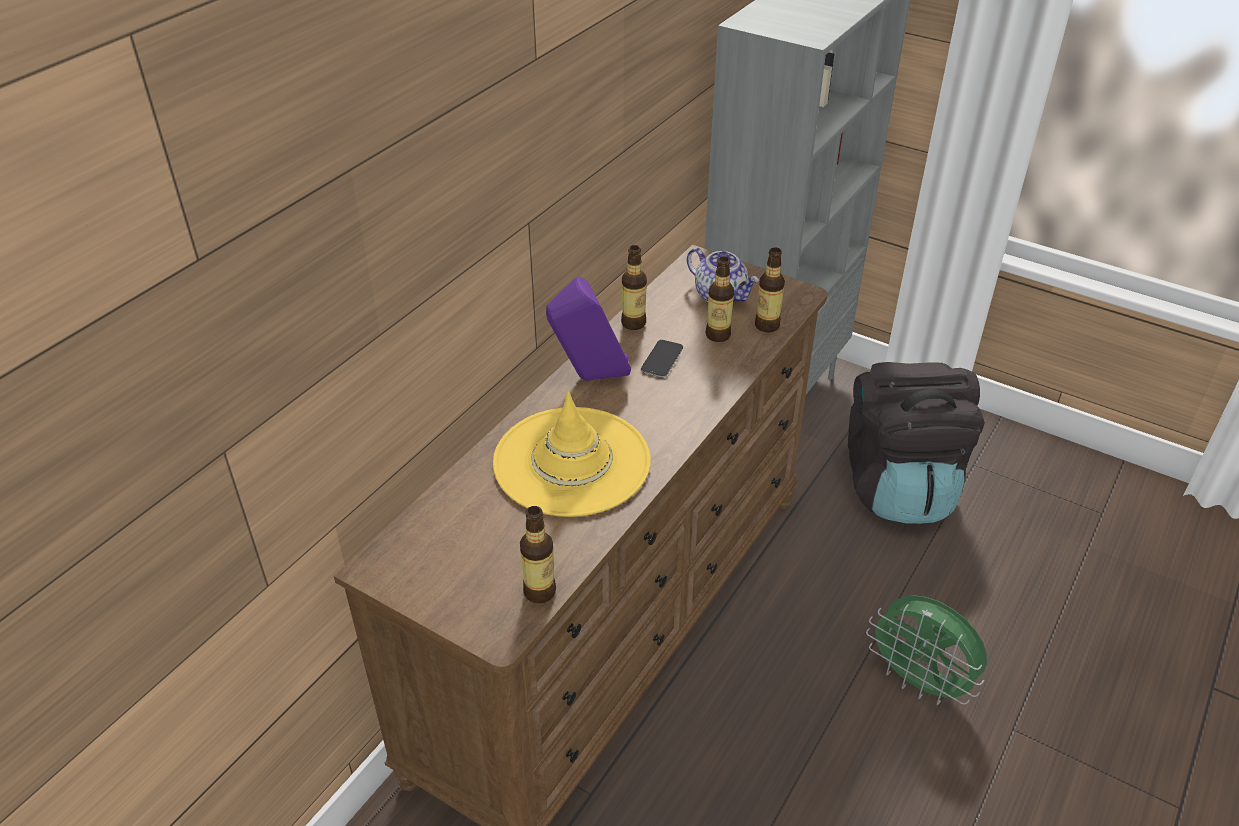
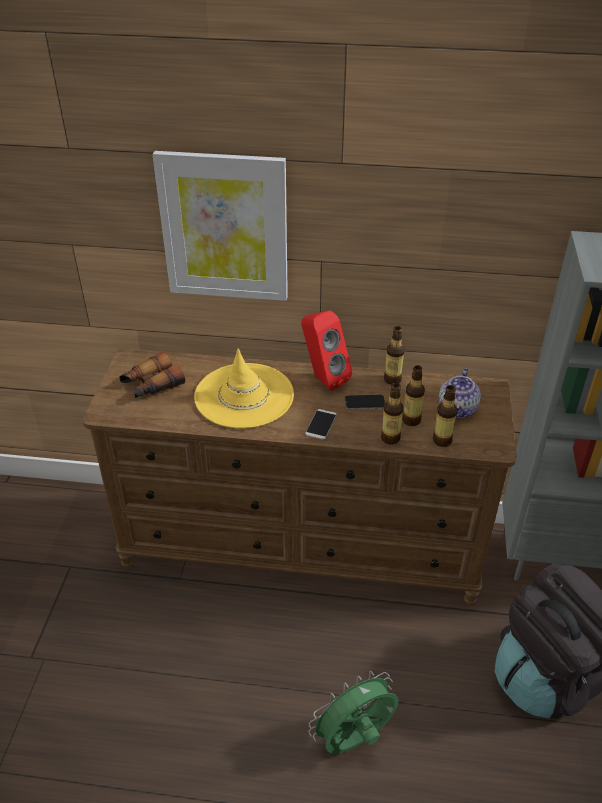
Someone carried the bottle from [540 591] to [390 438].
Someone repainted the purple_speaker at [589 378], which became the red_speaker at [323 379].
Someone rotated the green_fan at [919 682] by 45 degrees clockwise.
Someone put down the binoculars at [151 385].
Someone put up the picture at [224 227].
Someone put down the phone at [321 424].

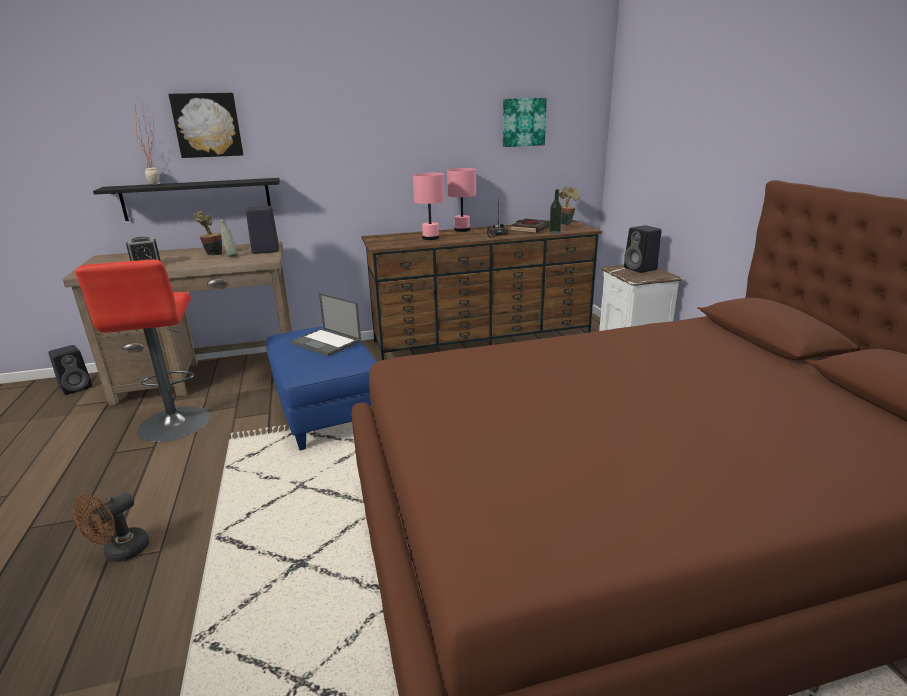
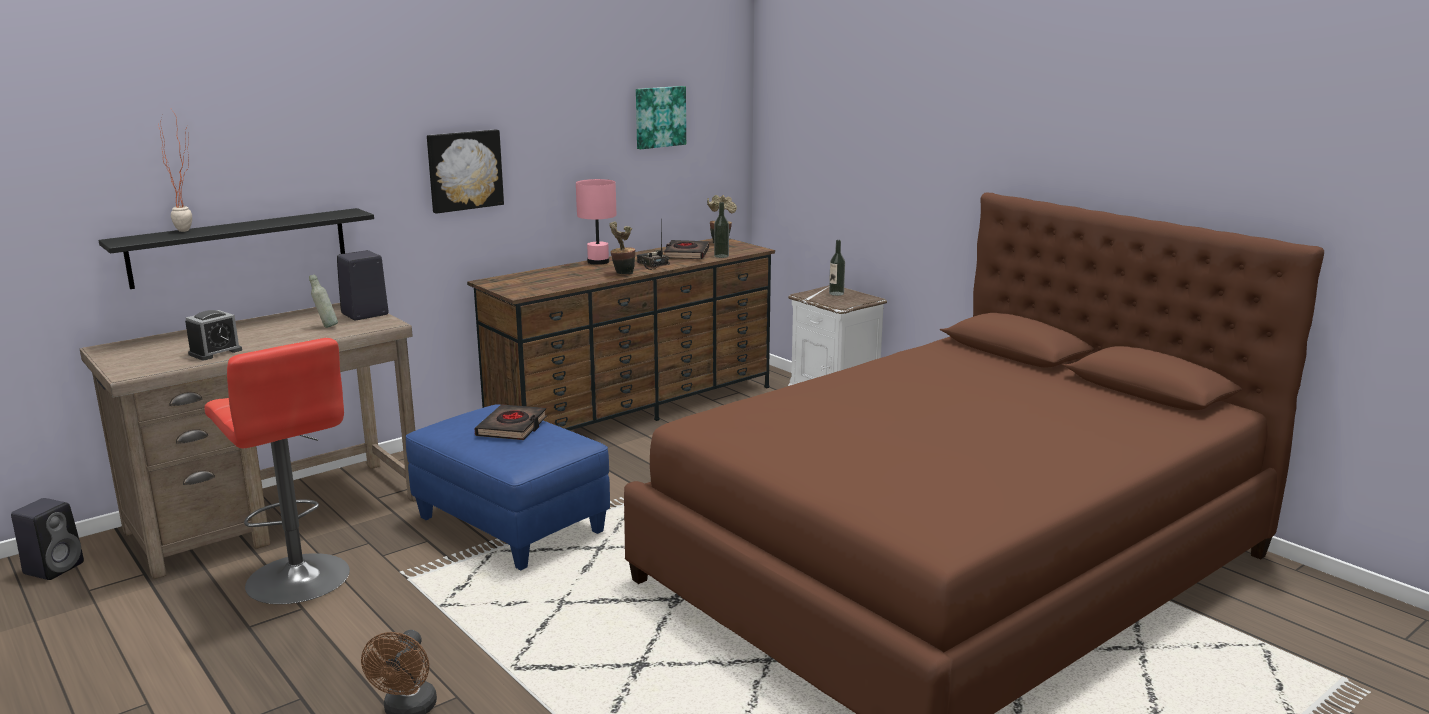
Someone carried the picture from [207 125] to [464 170].
Someone carried the potted_plant from [213 254] to [622 273].
Someone swapped the laptop at [327 342] for the black_book at [512 427].
Someone took away the pink_table_lamp at [430 238].
Someone swapped the black_speaker at [641 269] for the bottle at [836 293].

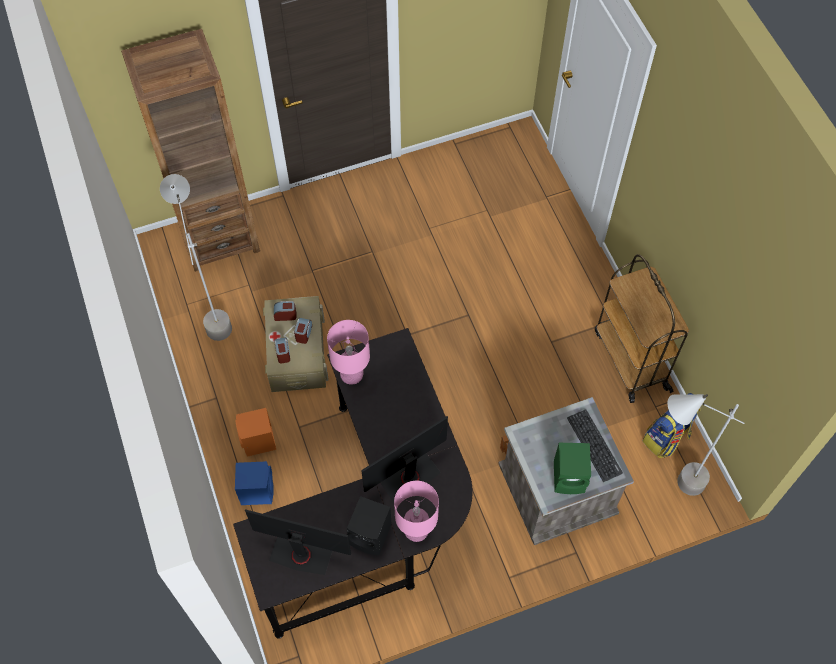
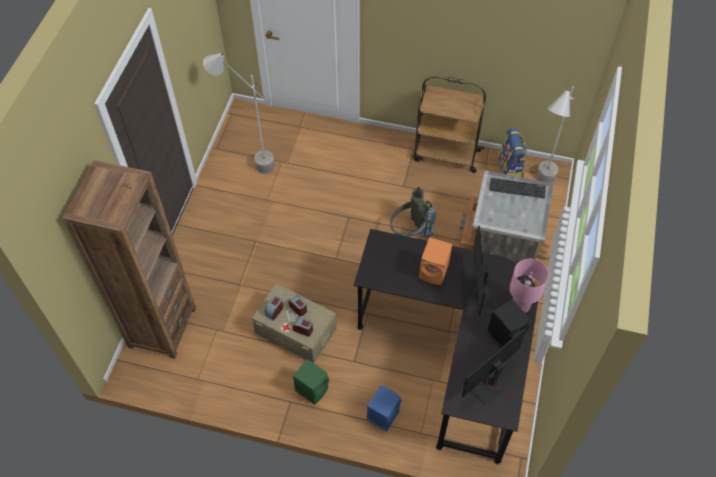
Someone carried the grey_floor_lamp from [213 311] to [249 162].
Someone carried the orange_speaker from [259 442] to [434 272].
Someone took away the pink_table_lamp at [352 375].
Someone carried the green_speaker from [570 477] to [312 388].
Someone put down the grey_backpack at [410 232].

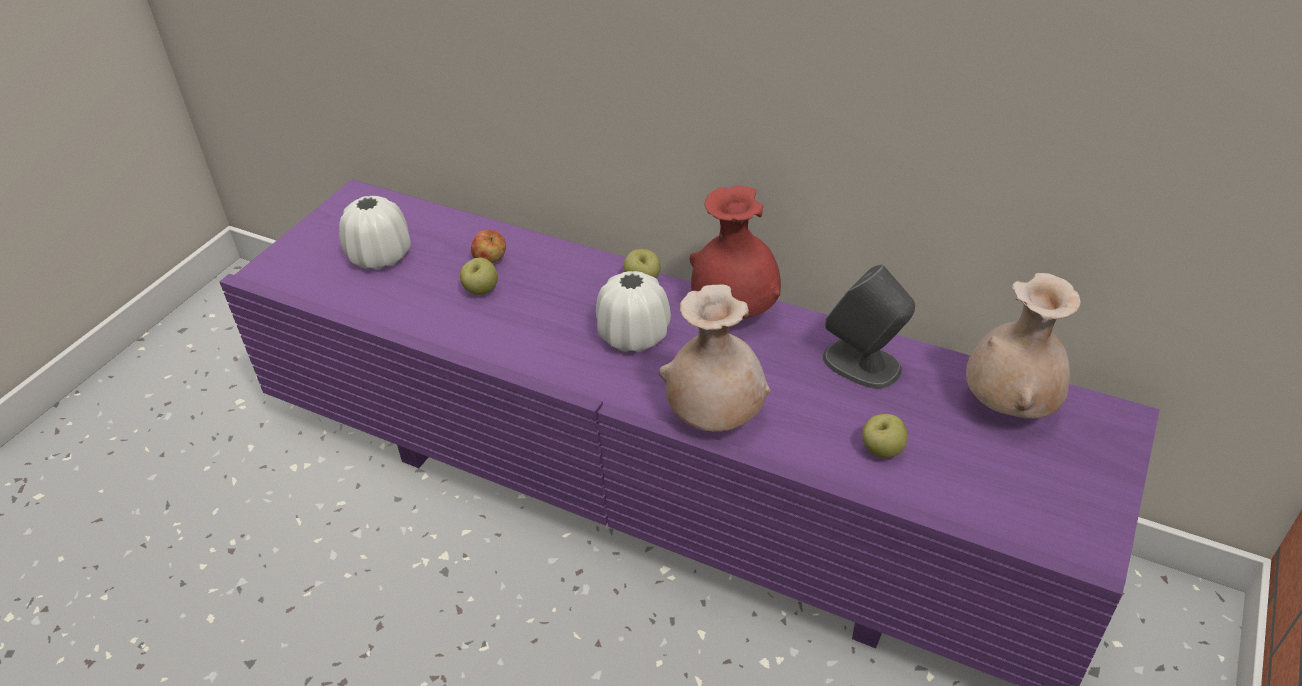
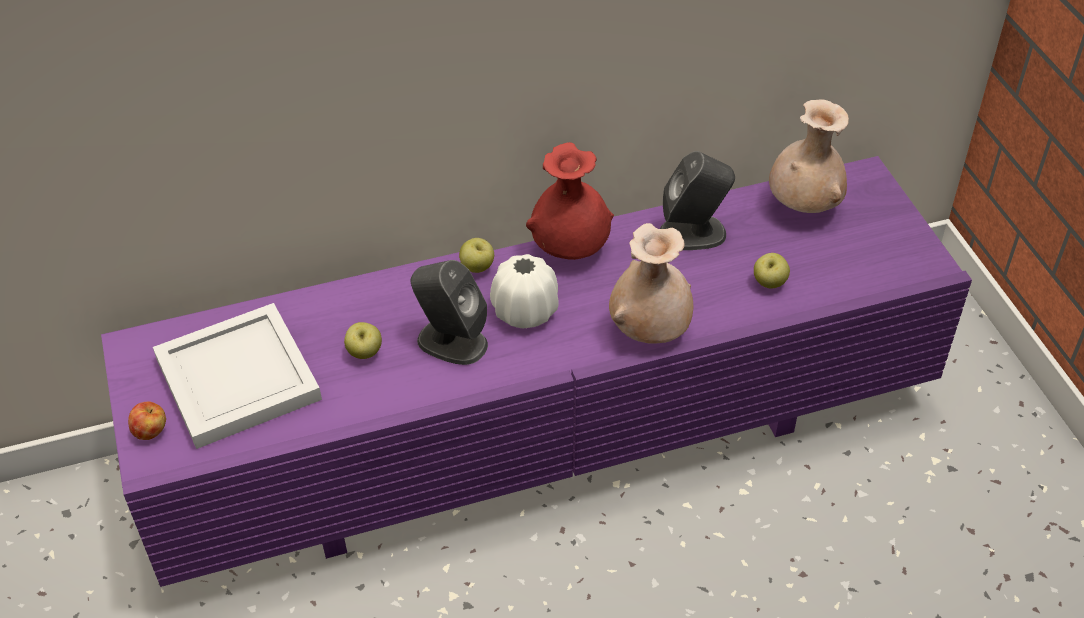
Someone swapped the white_vase at [380 256] for the white_tray at [236 381].
Someone carried the apple from [490 260] to [151 432].
Someone put down the grey_speaker at [451 342].

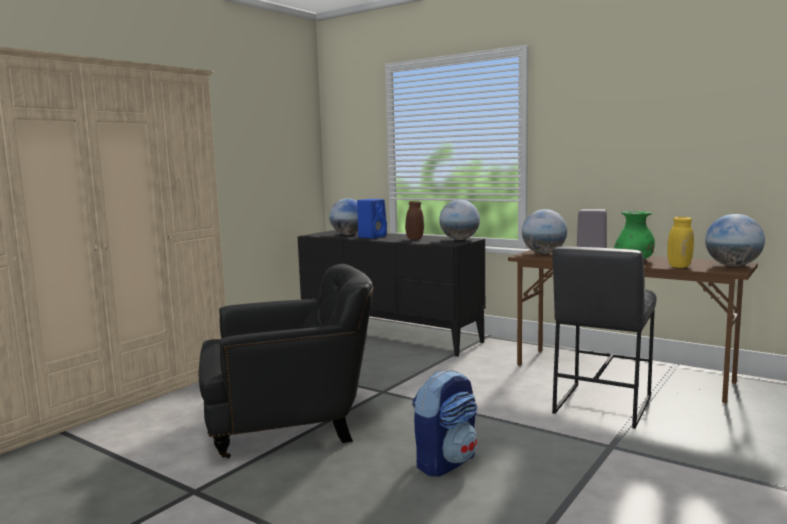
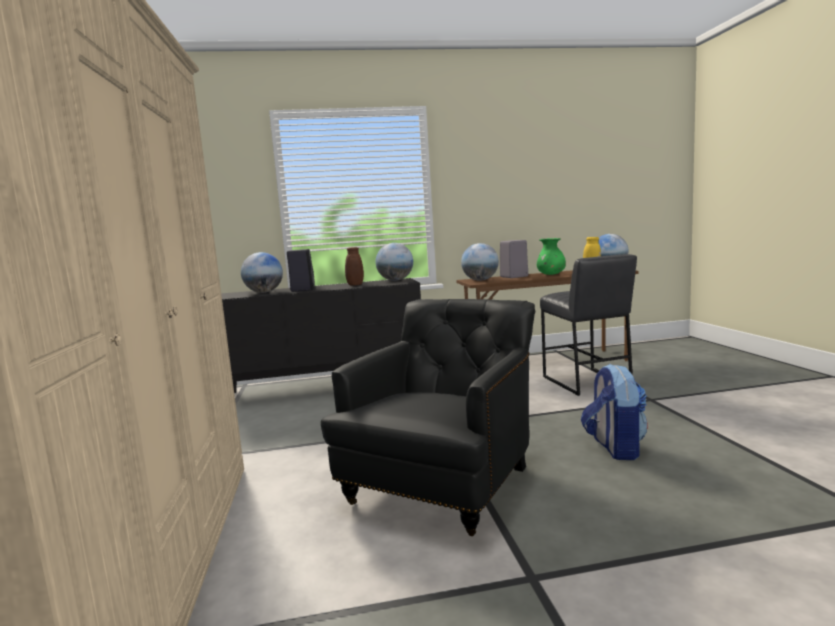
Someone repainted the blue_speaker at [372 236], which became the black_speaker at [302 289].

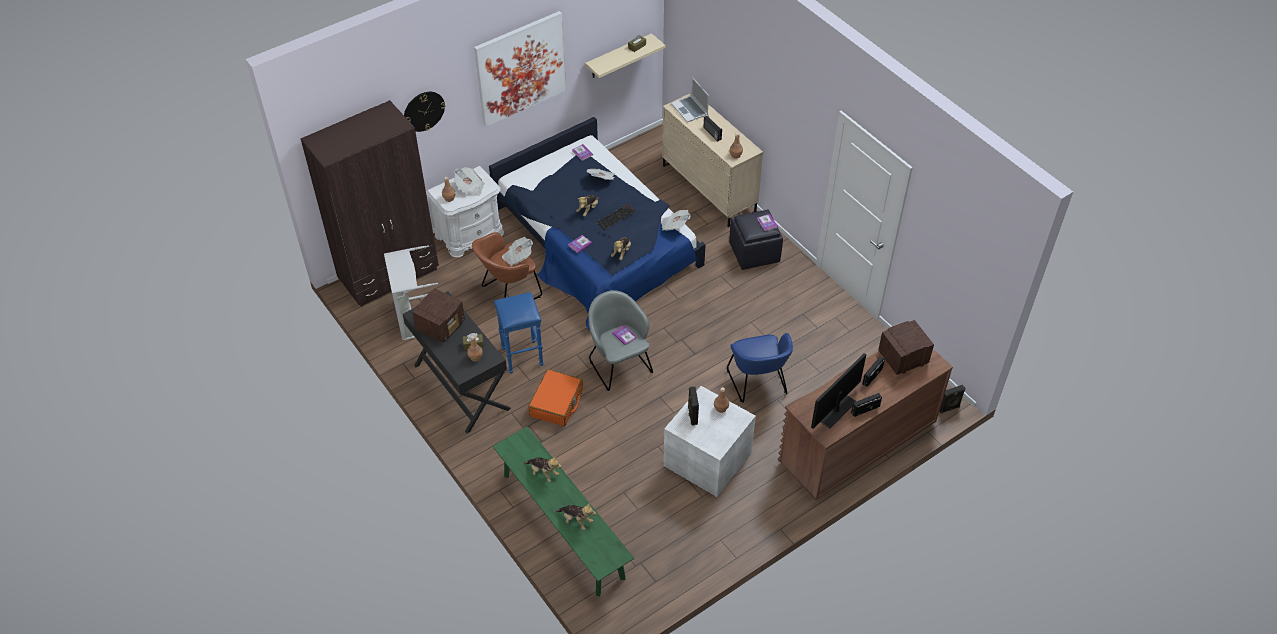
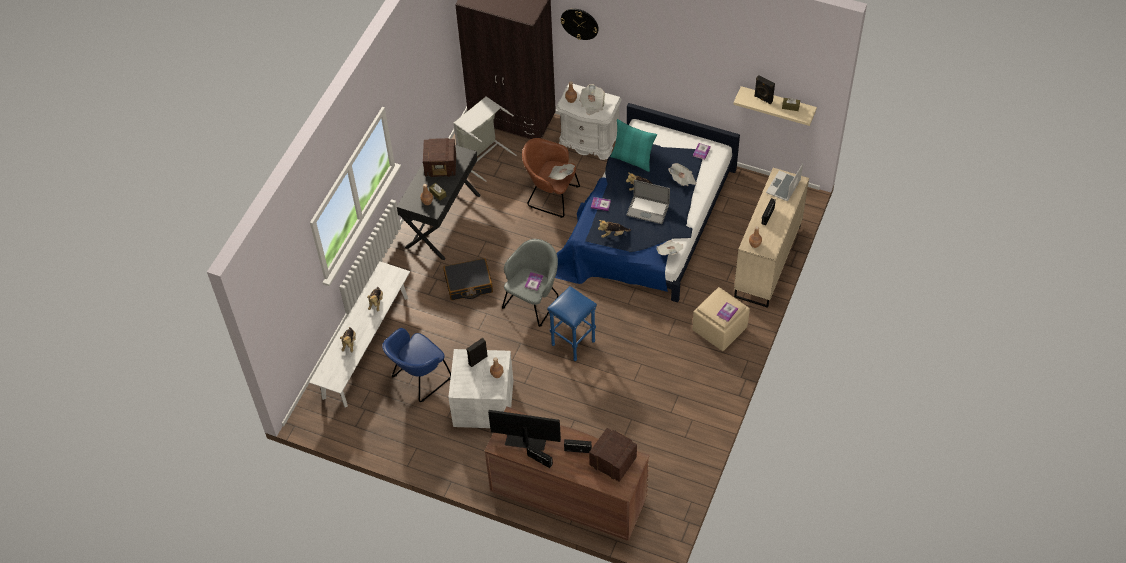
Someone took away the picture at [520 68].
Someone repainted the green_bench at [563 525], which became the white_bench at [365 347].
Someone carried the blue_stool from [523 357] to [573 343].
Someone repainted the orange_suitcase at [557 403], which became the black_suitcase at [468 284].
Someone swapped the keyboard at [616 216] for the laptop at [647 210].
Someone carried the blue_armchair from [758 385] to [418 379].
Someone repainted the black_ottoman at [754 253], which became the beige_ottoman at [719 329].
Someone carried the black_speaker from [949 408] to [763 99].
Someone put down the turquoise_pillow at [632 159].

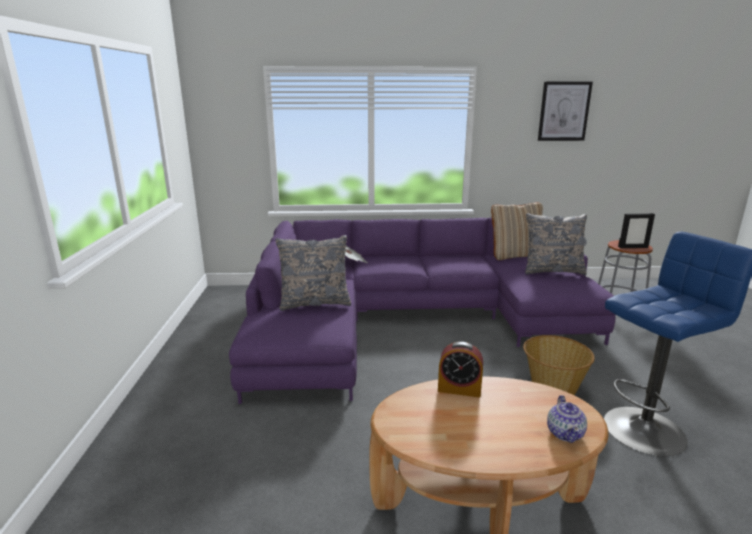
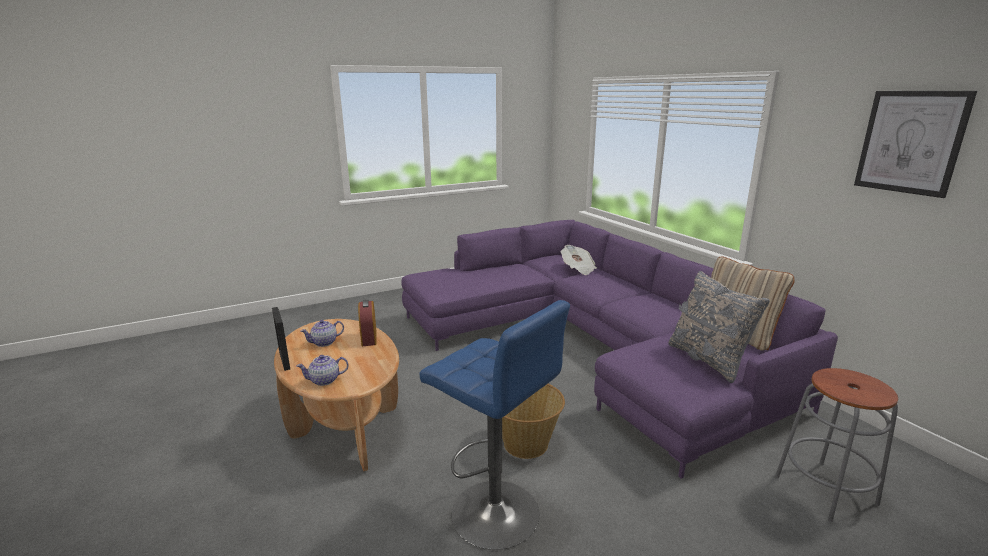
Someone took away the grey_pillow at [315 304].
Someone carried the picture_frame from [633 247] to [285 360].
Someone put down the teapot at [324 342].

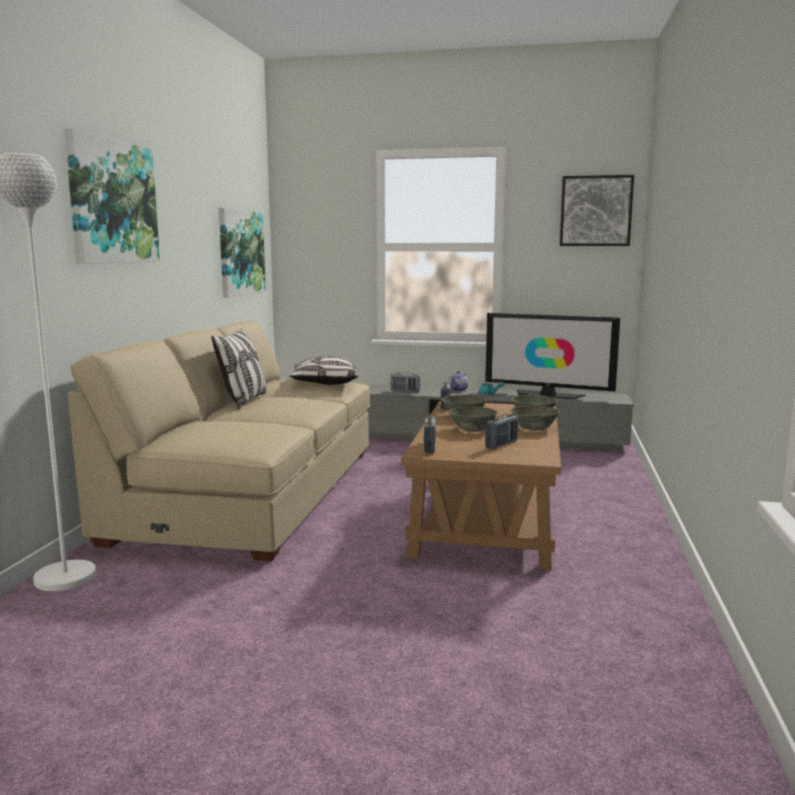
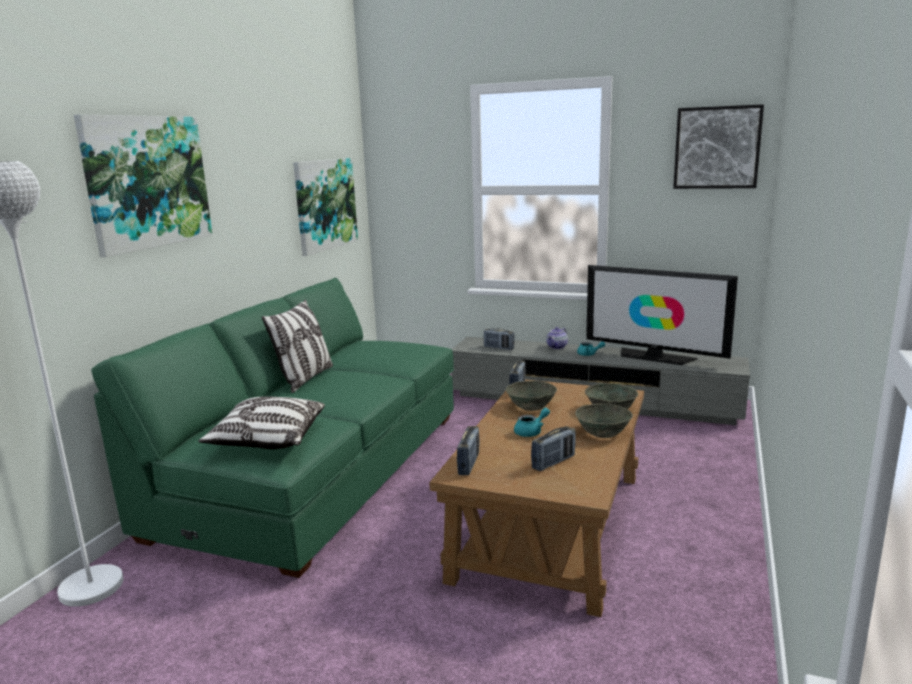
Someone repainted the beige_sofa at [253 492], which became the green_sofa at [317 472].
Someone carried the pillow from [324 383] to [267 440].
Someone swapped the grey_bowl at [473 429] for the turquoise_teapot at [531 432].

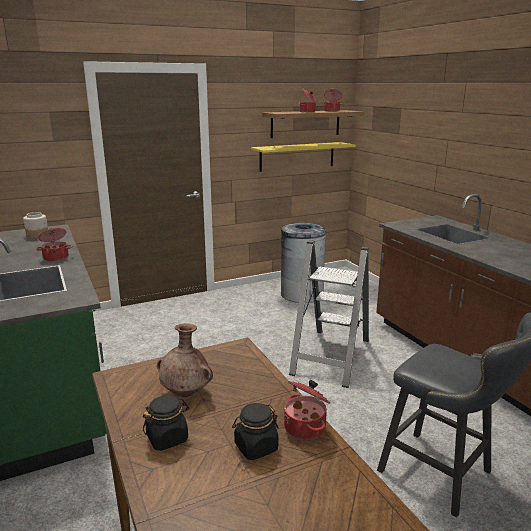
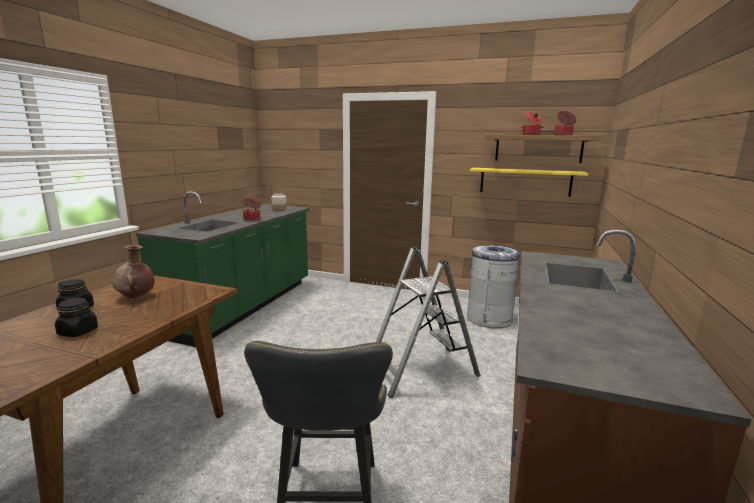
Someone took away the cooking_pot at [306 427].

